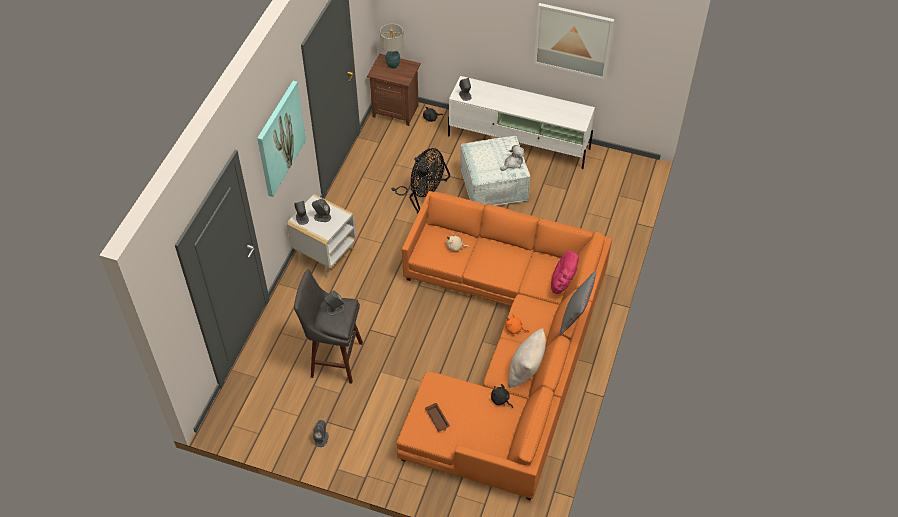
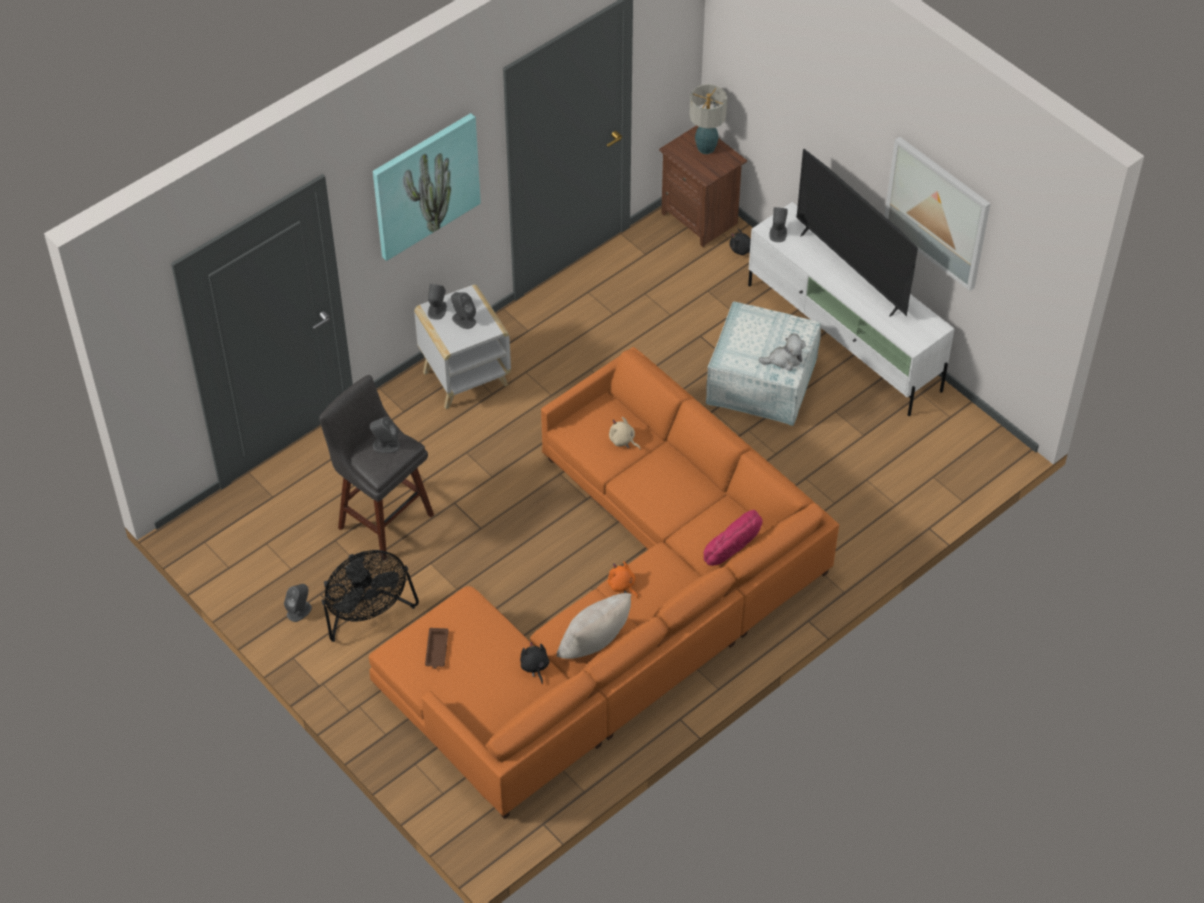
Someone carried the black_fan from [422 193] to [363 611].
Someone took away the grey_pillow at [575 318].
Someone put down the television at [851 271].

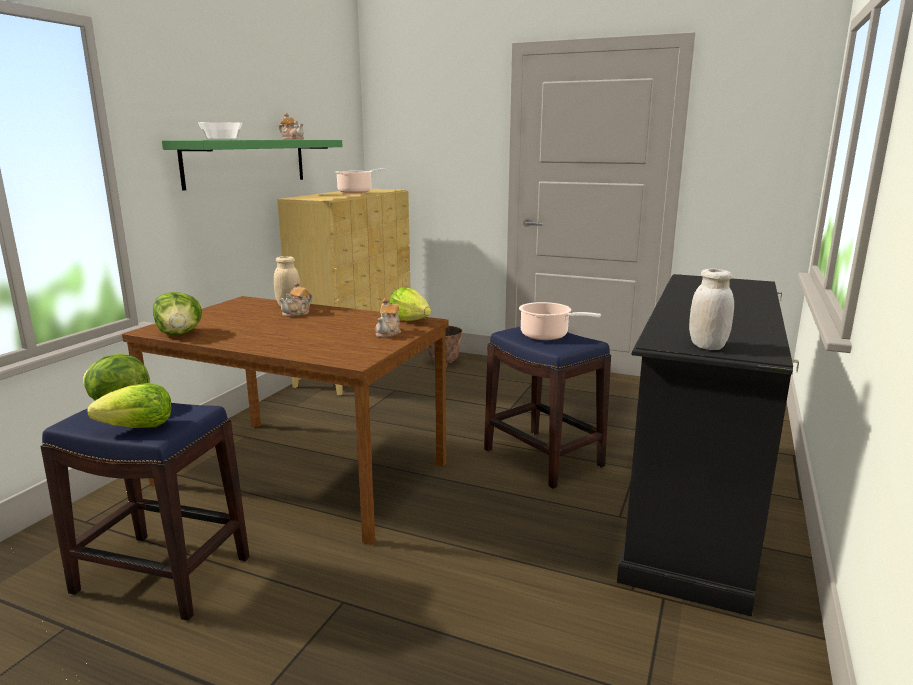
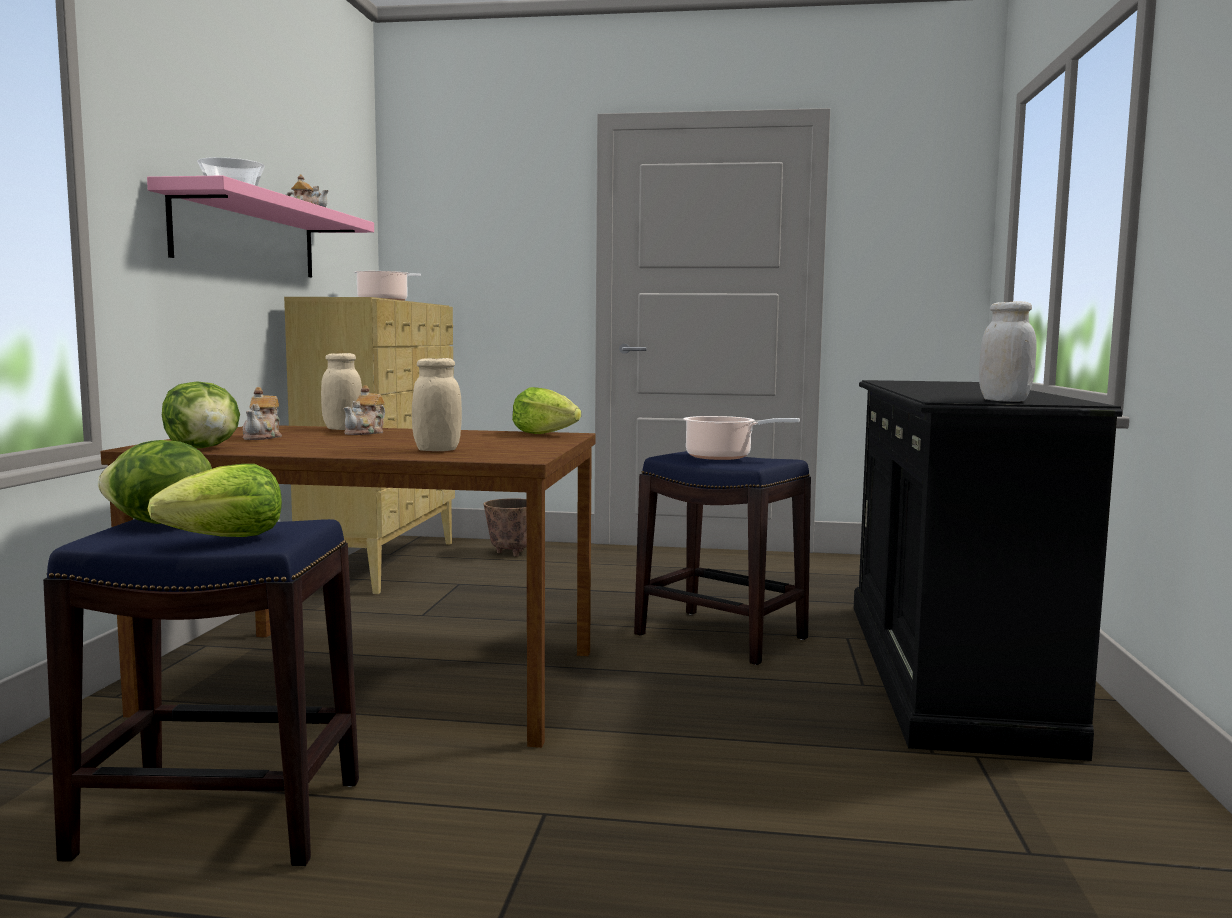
Someone repainted the green_shelf at [247 162], which became the pink_shelf at [247 236].
Someone carried the teapot from [388 333] to [263 437].
Someone put down the beige_jar at [437 450].

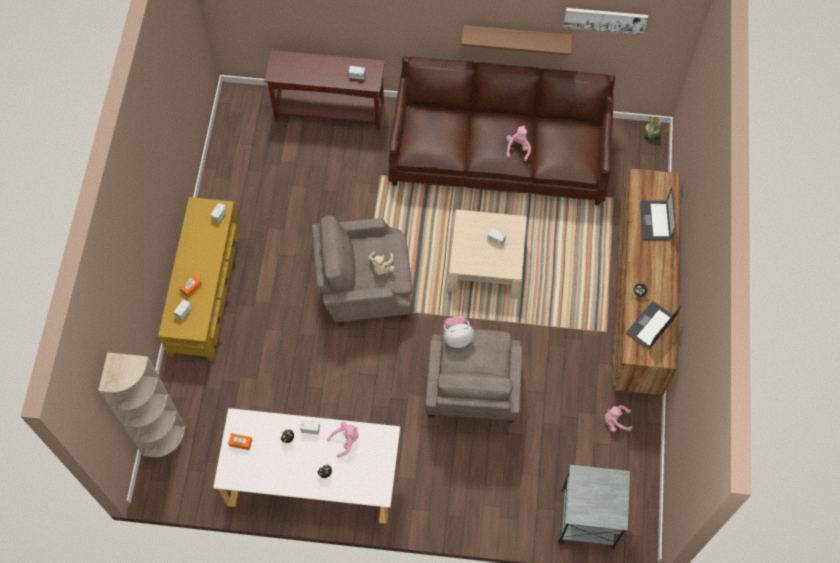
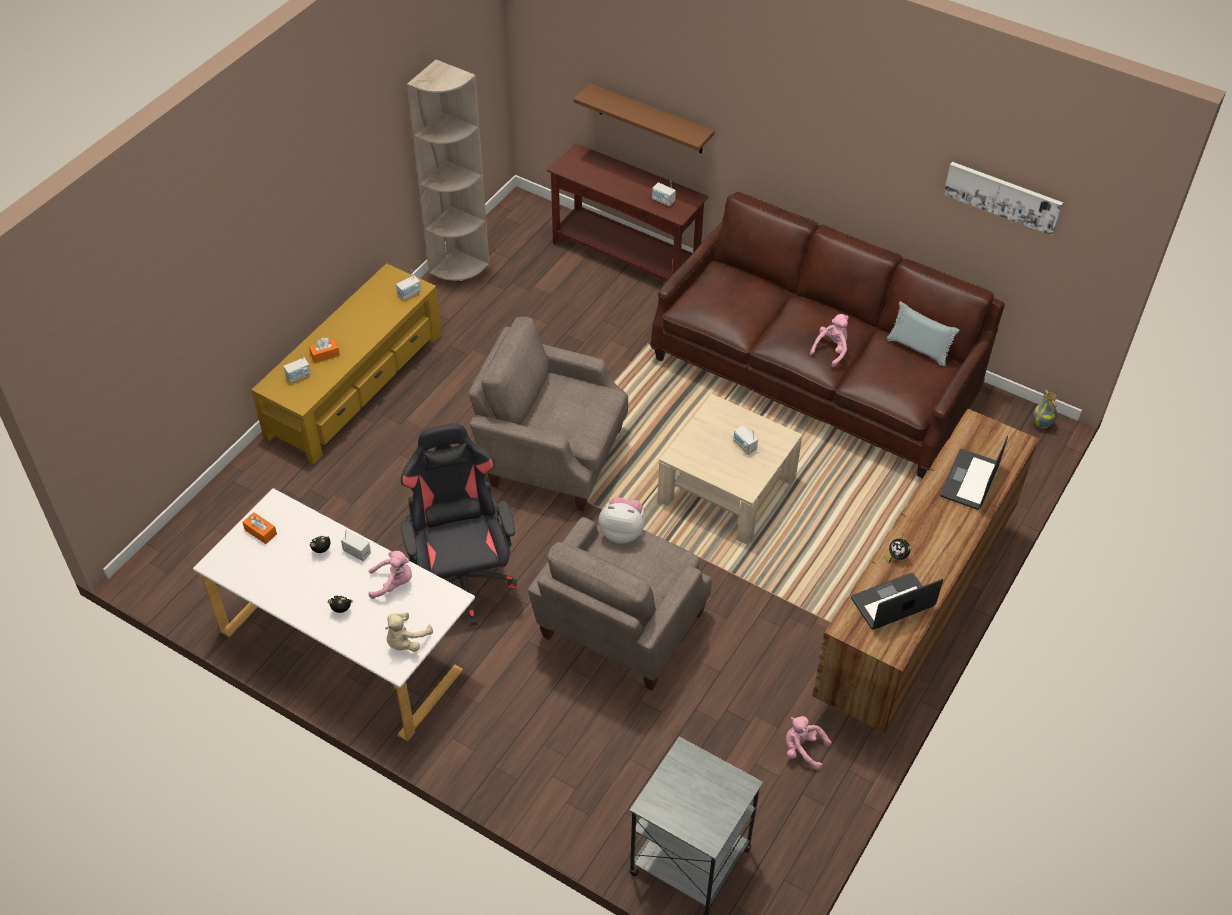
Someone carried the beige_bookcase from [164 441] to [459 271].
Someone carried the beige_plush_toy from [381 267] to [406 641].
Someone carried the brown_shelf from [517 37] to [650 119].
Someone put down the black_office_chair at [463 584].
Someone put down the blue_pillow at [918 348].

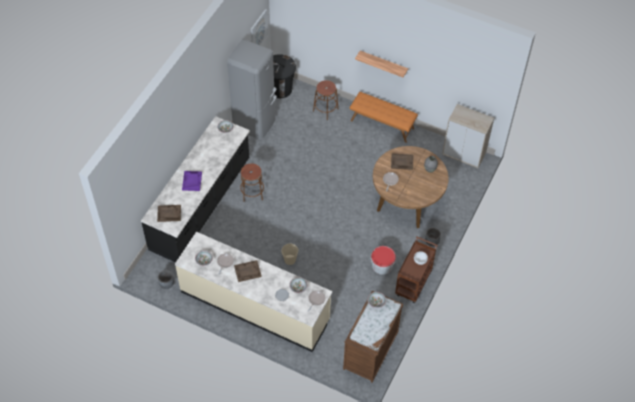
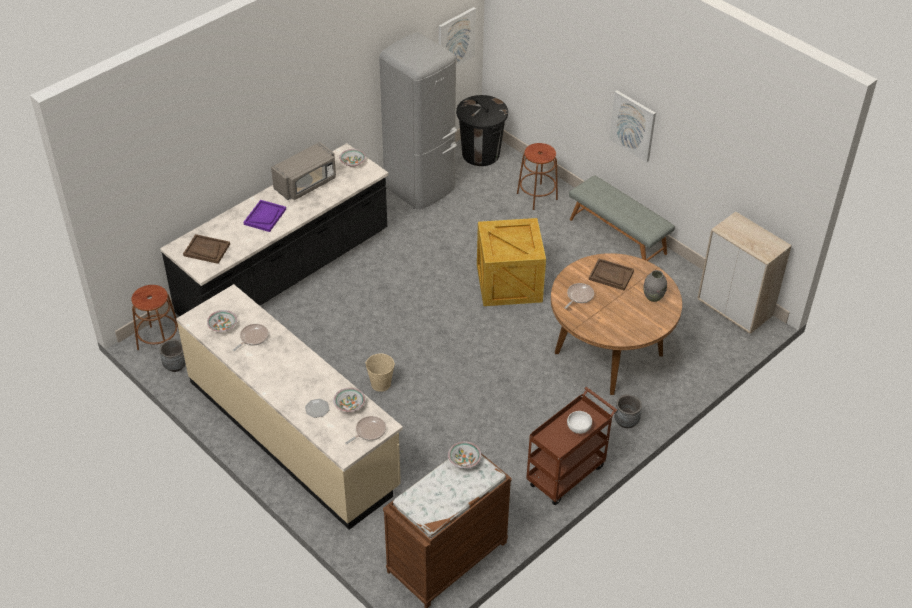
Someone took away the brown_tray at [247 271].
Someone carried the brown_stool from [252 193] to [159 341].
Someone repainted the orange_bench at [382 124], which became the grey_bench at [618 236].
Someone swapped the shelf at [383 64] for the picture at [633 125].
Someone took away the bucket at [382 265].
Someone put down the grey_microwave at [306 184].
Someone put down the crate at [510 284].

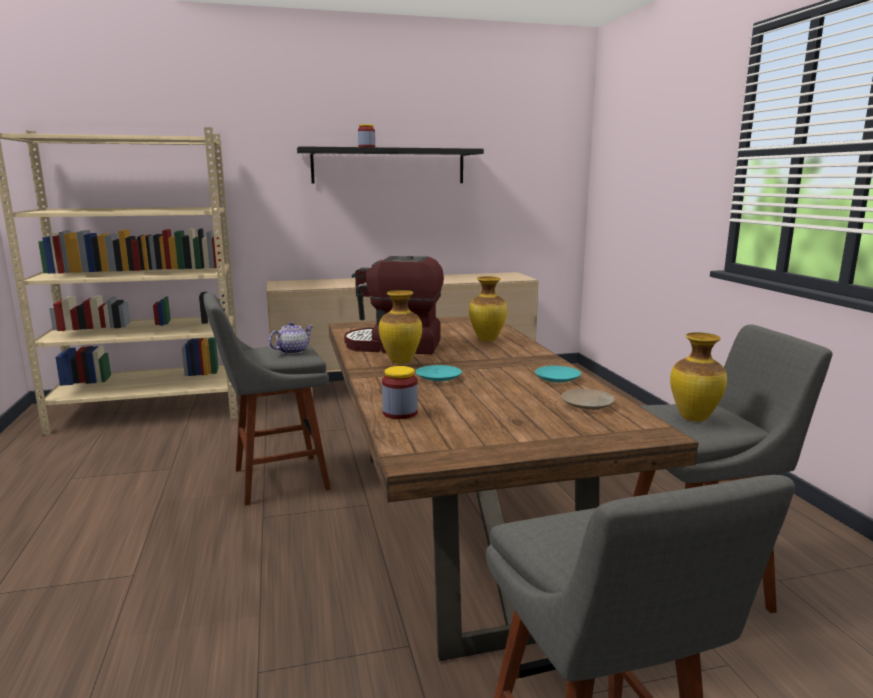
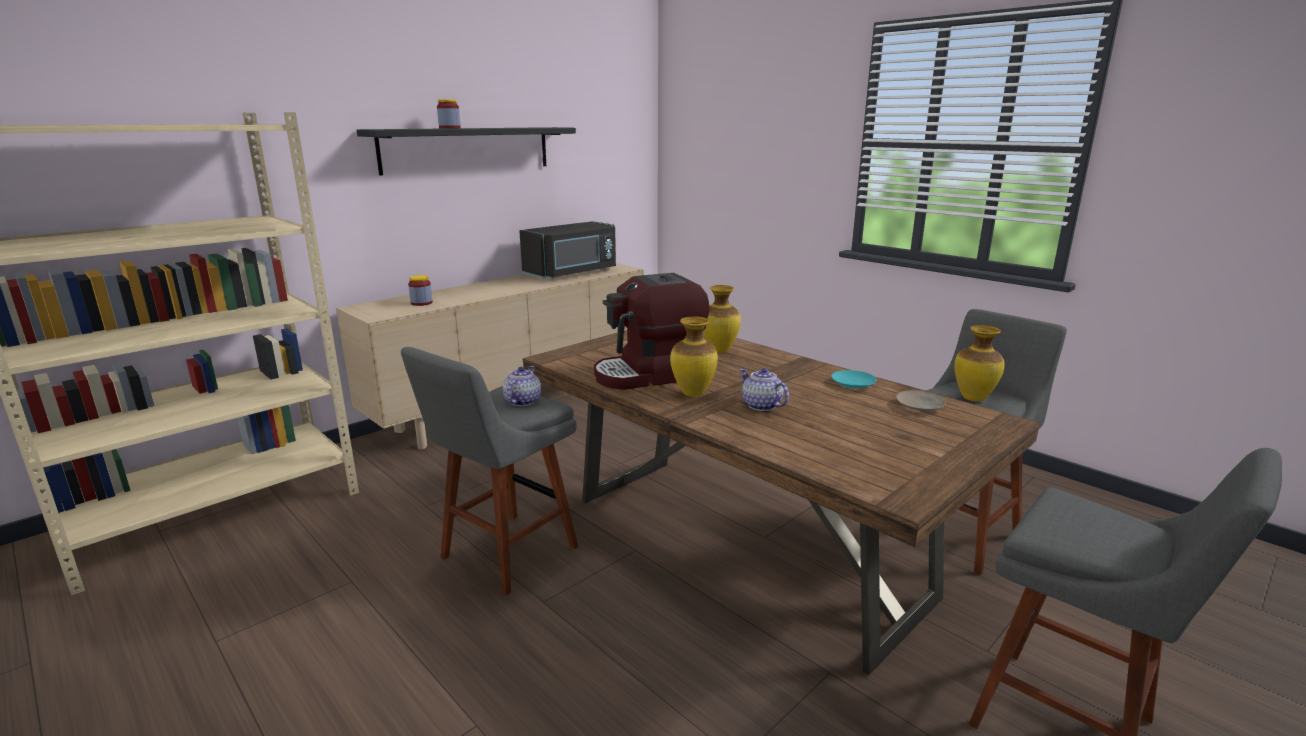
Someone carried the jar from [400 413] to [421 303].
Someone swapped the turquoise_plate at [438 378] for the teapot at [761 405].
Someone put down the black_microwave at [572 273].

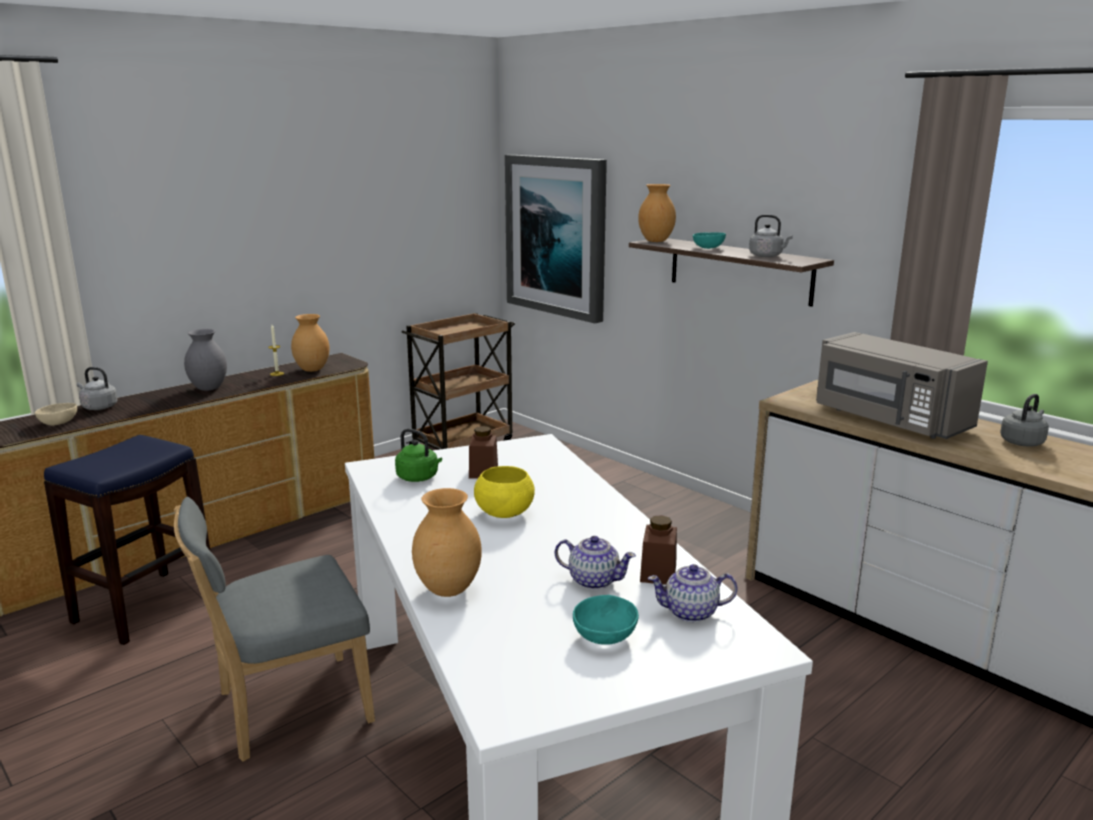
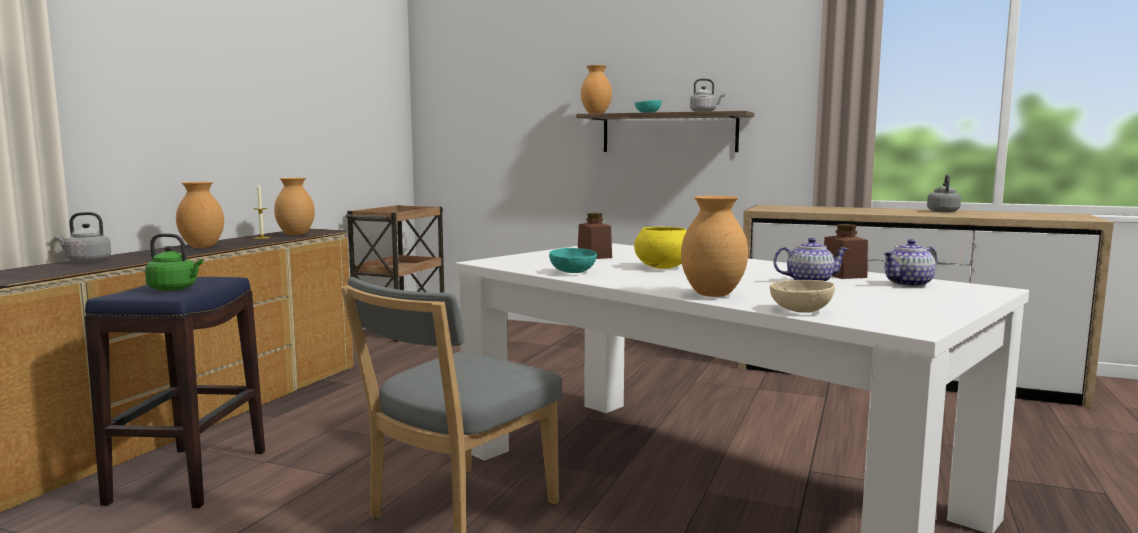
Someone carried the beige_bowl from [57 423] to [800 310].
Someone repainted the grey_vase at [209 388], which became the brown_vase at [202 247].
Someone carried the green_kettle from [419 478] to [175 288].
Someone took away the picture at [557 236].
Someone carried the turquoise_bowl from [605 637] to [574 272].
Someone took away the grey_microwave at [888 419].

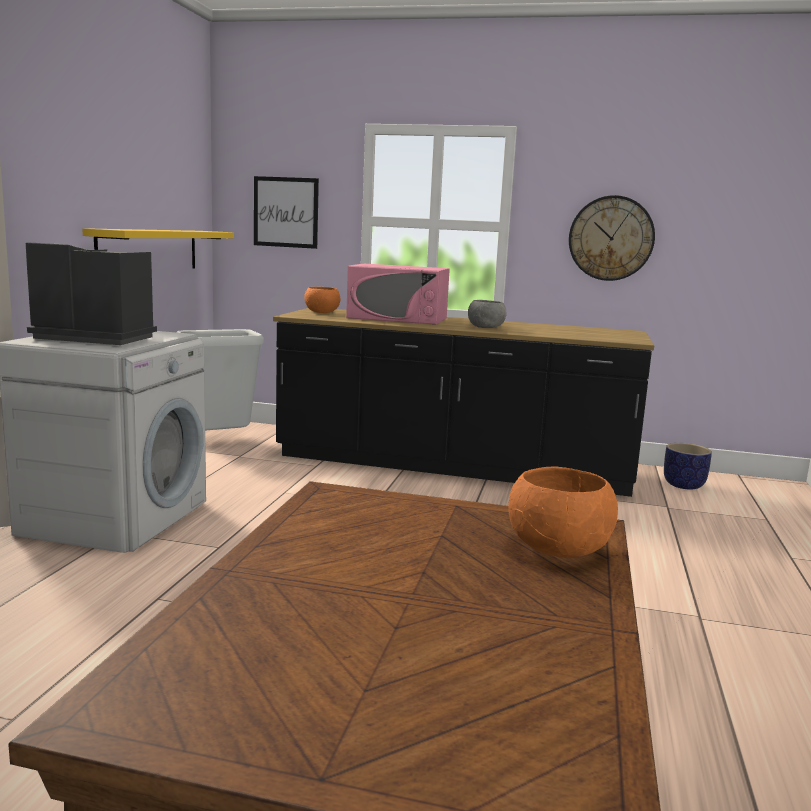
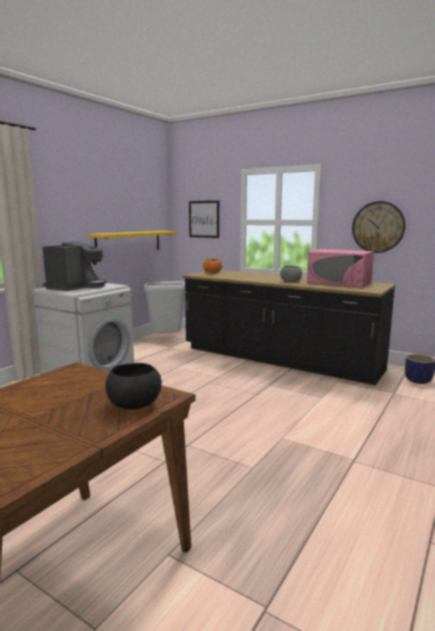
Someone rotated the coffee_machine at [94 338] by 90 degrees clockwise.
Someone carried the pink_microwave from [398 318] to [339 282].
Someone repainted the orange_bowl at [559 548], which became the black_bowl at [135 405].

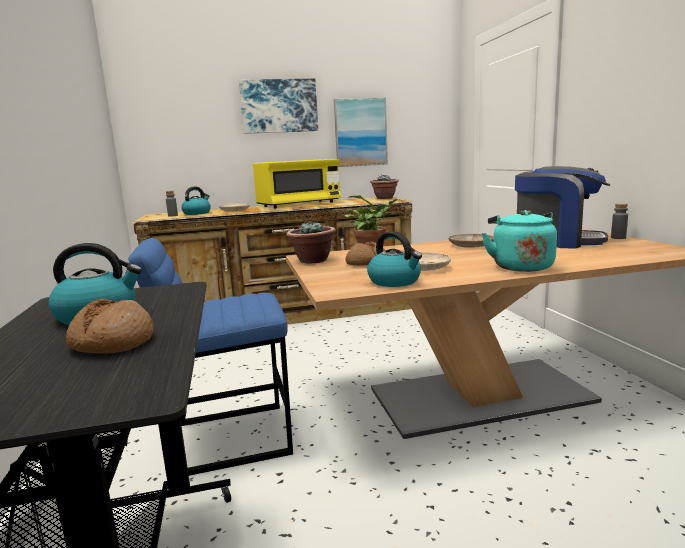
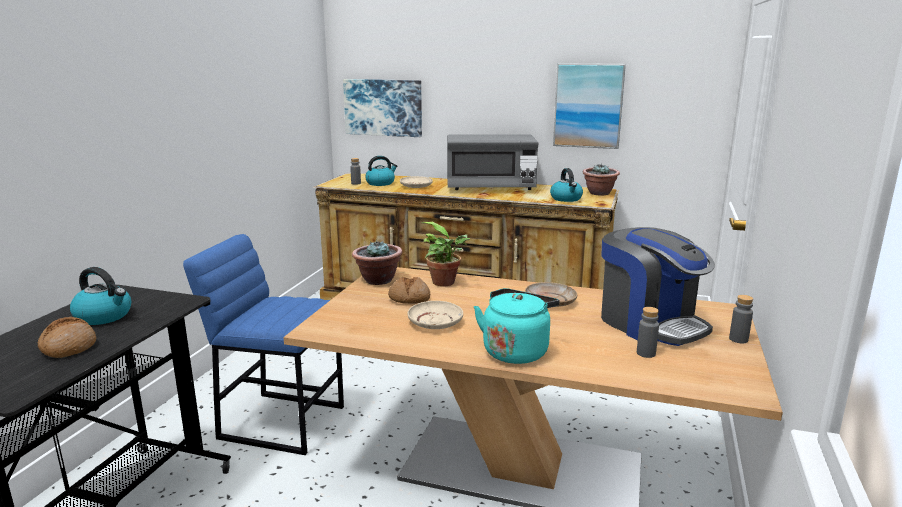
Someone carried the picture from [279 106] to [383 107].
Someone repainted the yellow_microwave at [299 205], which became the grey_microwave at [490 187].
Someone carried the kettle from [395 281] to [566 199].
Someone put down the grey_bottle at [646 353].

